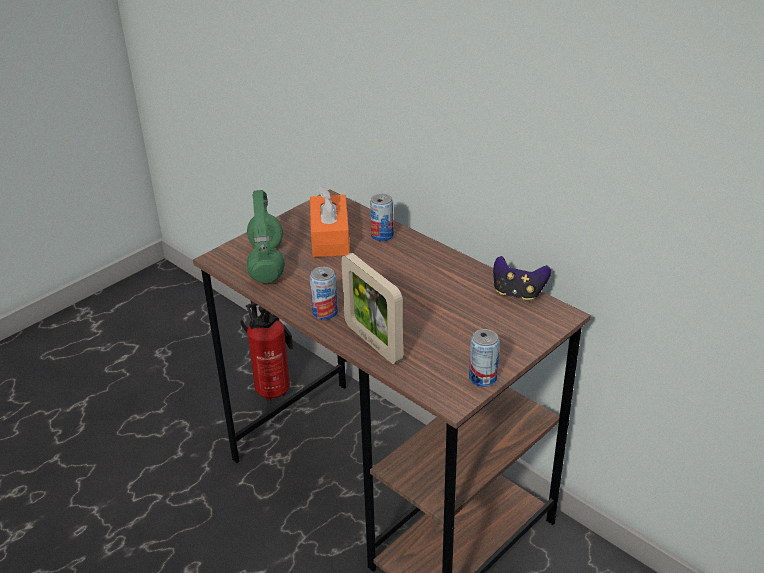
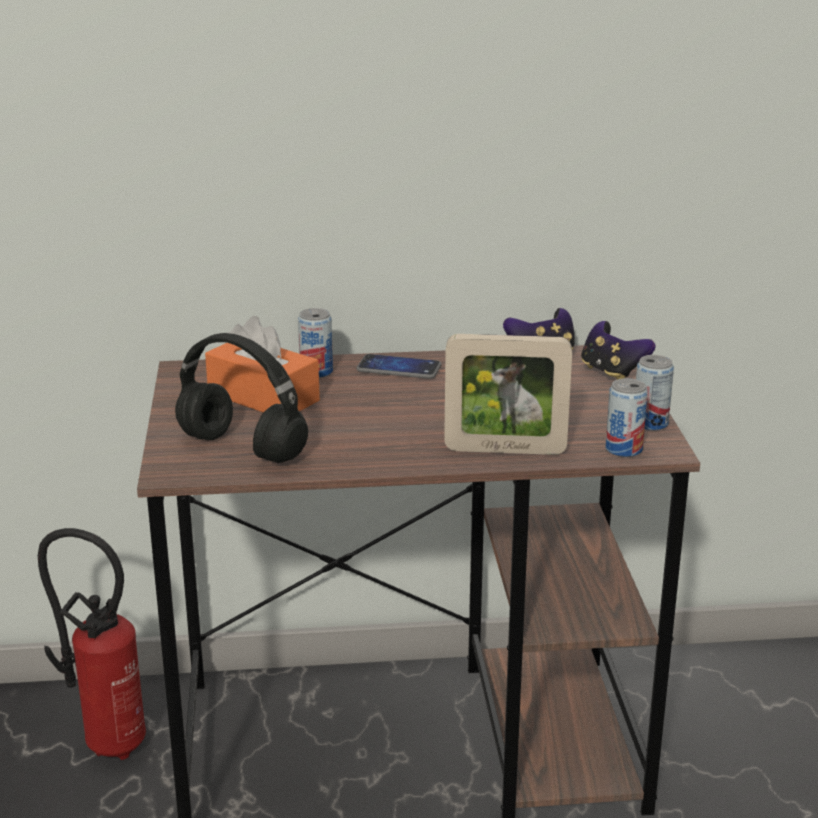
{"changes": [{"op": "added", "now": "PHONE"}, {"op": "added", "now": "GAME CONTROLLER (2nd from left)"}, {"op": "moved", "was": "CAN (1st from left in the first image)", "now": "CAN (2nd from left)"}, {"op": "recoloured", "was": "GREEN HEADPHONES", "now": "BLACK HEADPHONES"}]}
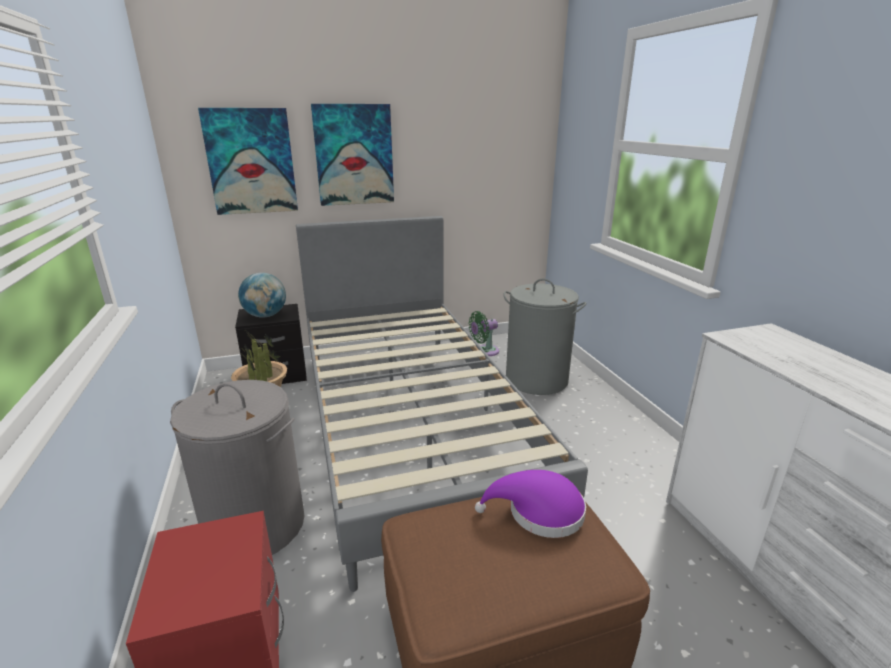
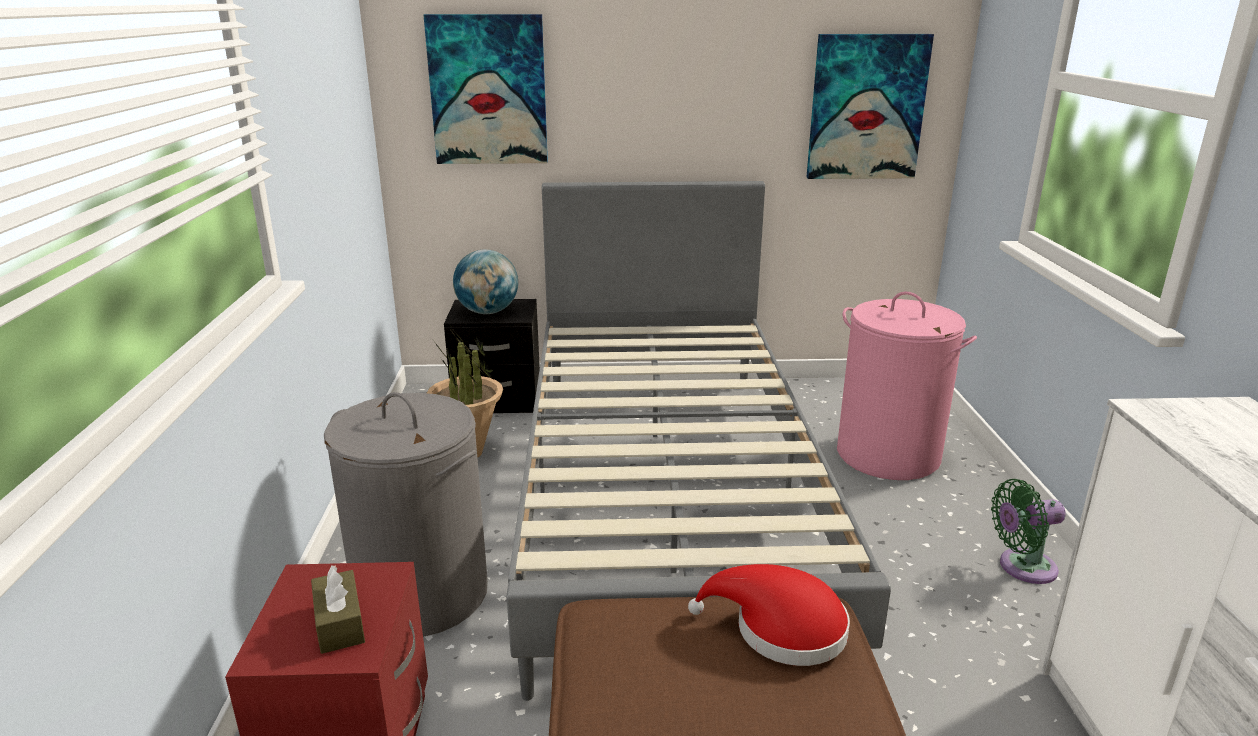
{"changes": [{"op": "added", "now": "BROWN TISSUE BOX"}, {"op": "moved", "was": "PICTURE (2nd from left)"}, {"op": "moved", "was": "GREEN FAN"}, {"op": "recoloured", "was": "PURPLE HAT", "now": "RED HAT"}, {"op": "recoloured", "was": "GREY LAUNDRY BASKET (2nd from left)", "now": "PINK LAUNDRY BASKET"}]}
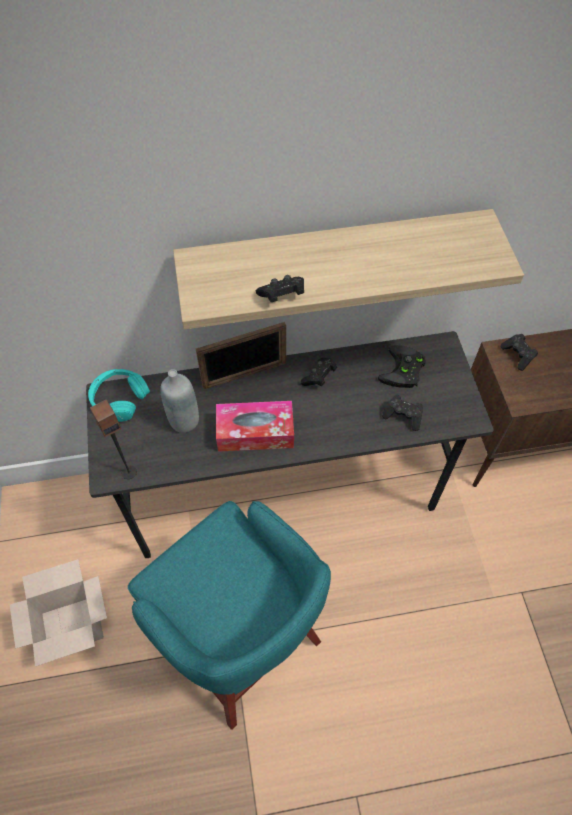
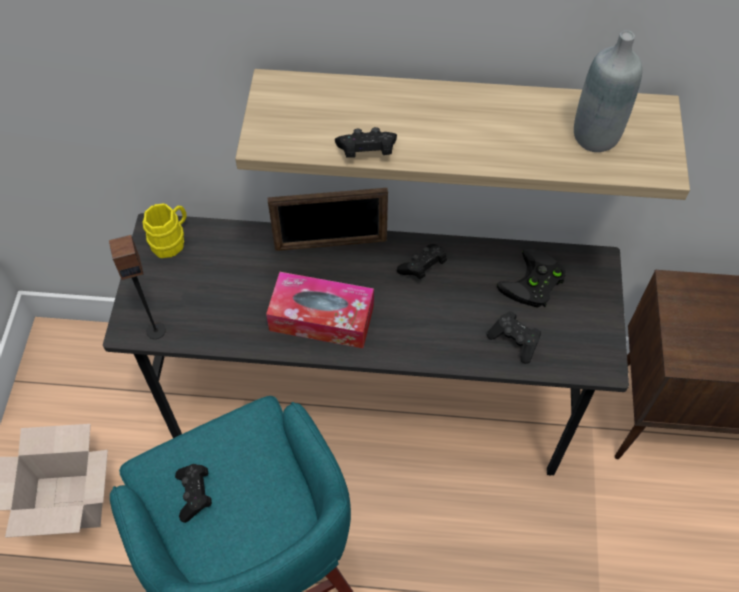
{"changes": [{"op": "moved", "was": "GREY BOTTLE"}, {"op": "moved", "was": "BLACK GAME CONTROLLER (5th from left in the first image)", "now": "BLACK GAME CONTROLLER (1st from left)"}, {"op": "replaced", "was": "TURQUOISE HEADPHONES", "now": "YELLOW MUG"}]}
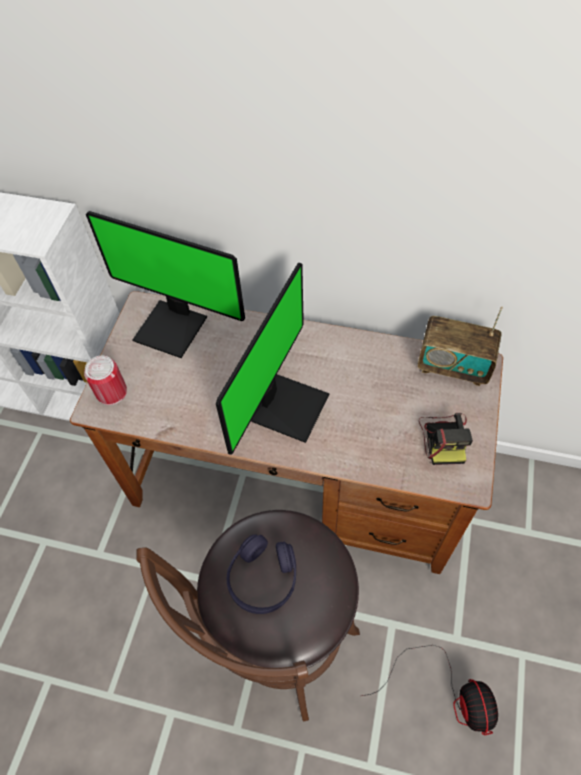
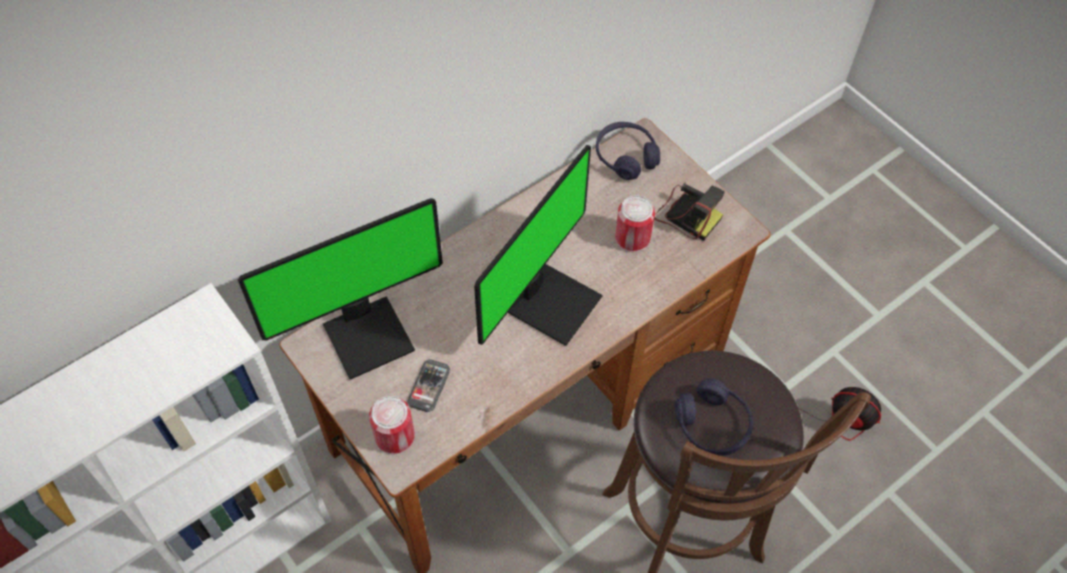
{"changes": [{"op": "added", "now": "PHONE"}, {"op": "added", "now": "CAN (2nd from left)"}, {"op": "replaced", "was": "RADIO", "now": "PURPLE HEADPHONES (1st from left)"}, {"op": "turned", "was": "MONITOR (2nd from left)", "clockwise": 60}]}
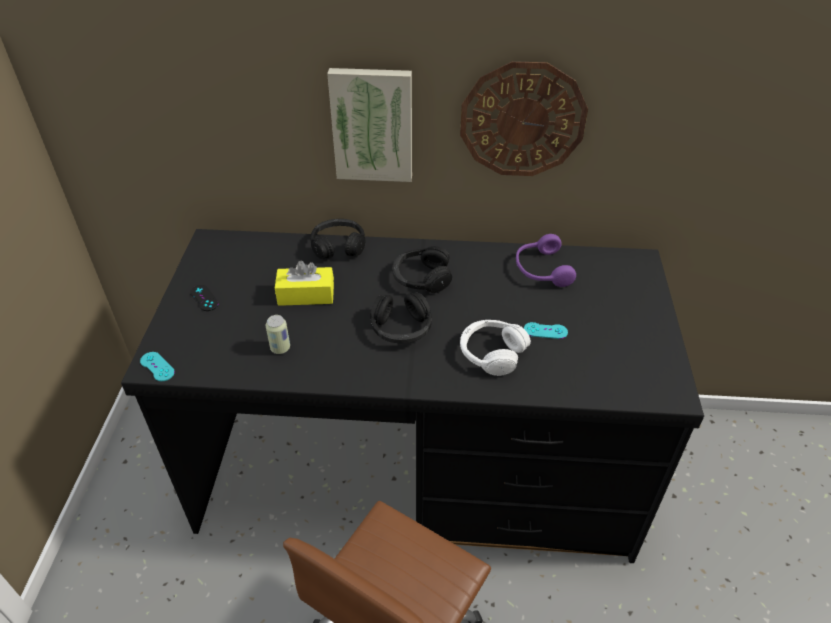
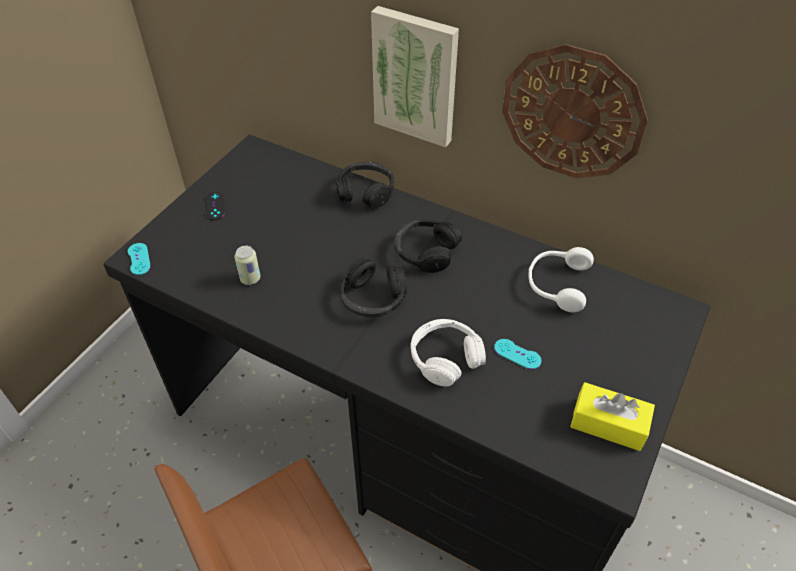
{"changes": [{"op": "moved", "was": "YELLOW TISSUE BOX"}, {"op": "recoloured", "was": "PURPLE HEADPHONES", "now": "WHITE HEADPHONES (2nd from left)"}]}
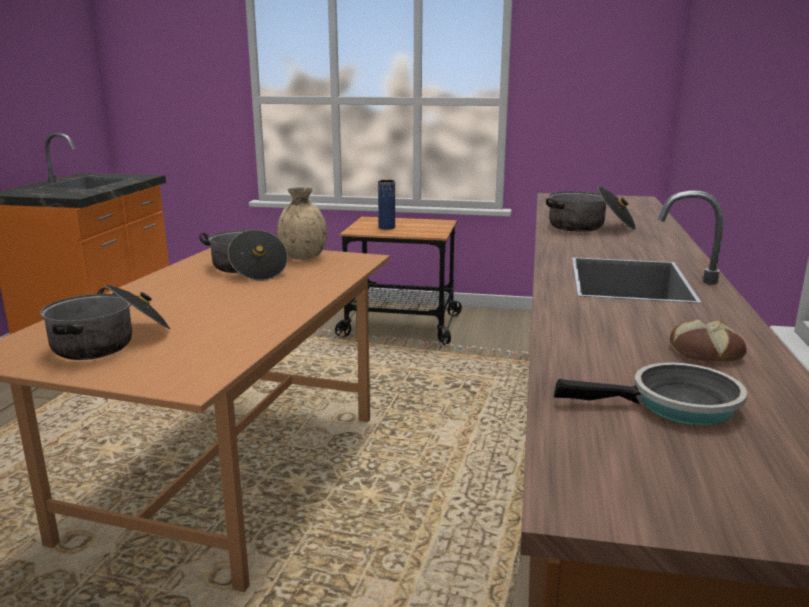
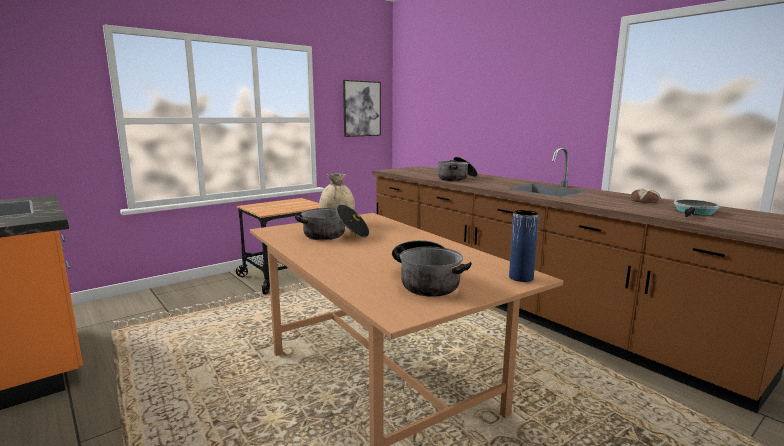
{"changes": [{"op": "added", "now": "PICTURE"}, {"op": "moved", "was": "BLUE VASE"}]}
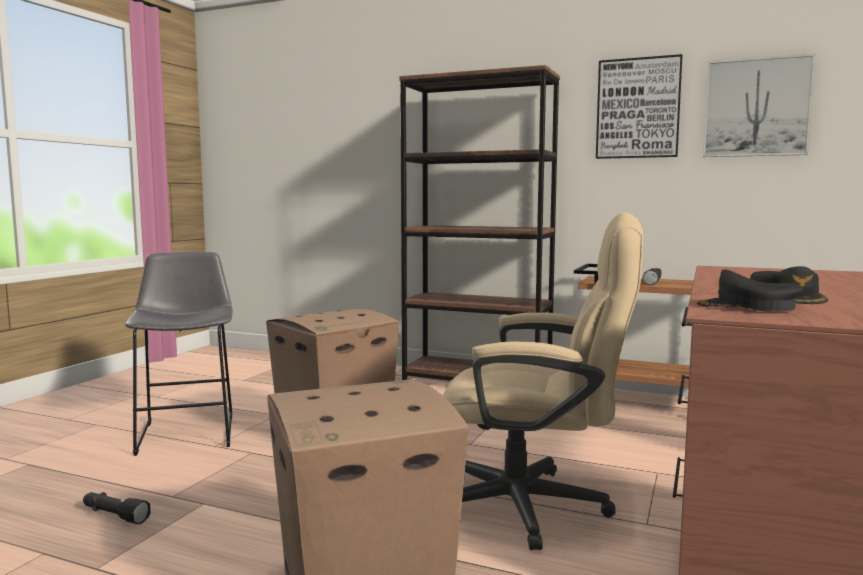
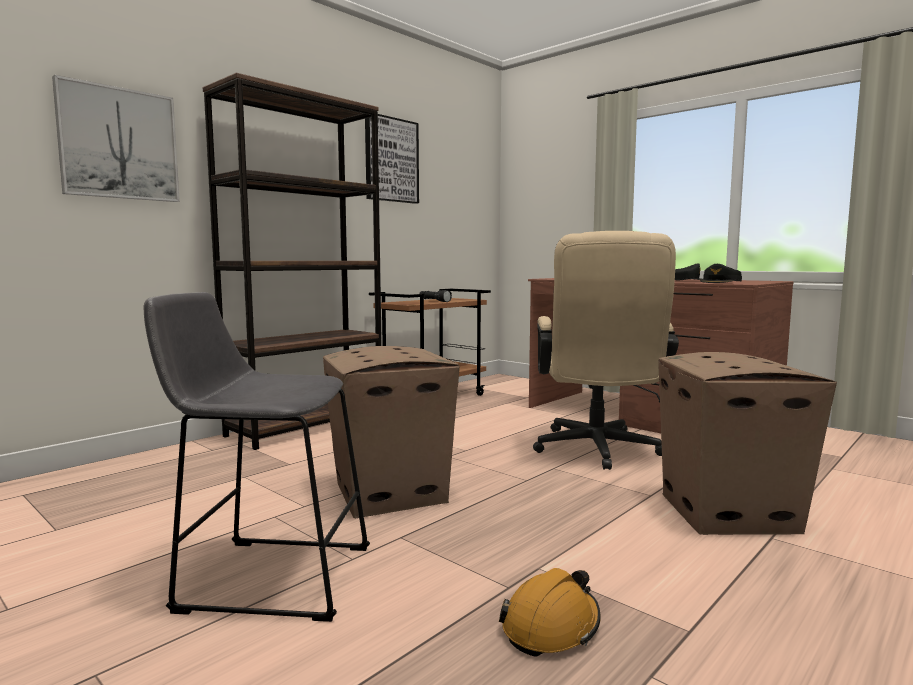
{"changes": [{"op": "moved", "was": "PICTURE (2nd from left in the first image)", "now": "PICTURE (1st from left)"}, {"op": "replaced", "was": "BLACK FLASHLIGHT (1st from left)", "now": "ORANGE HARD HAT"}, {"op": "turned", "was": "BEIGE OFFICE CHAIR", "clockwise": 150}]}
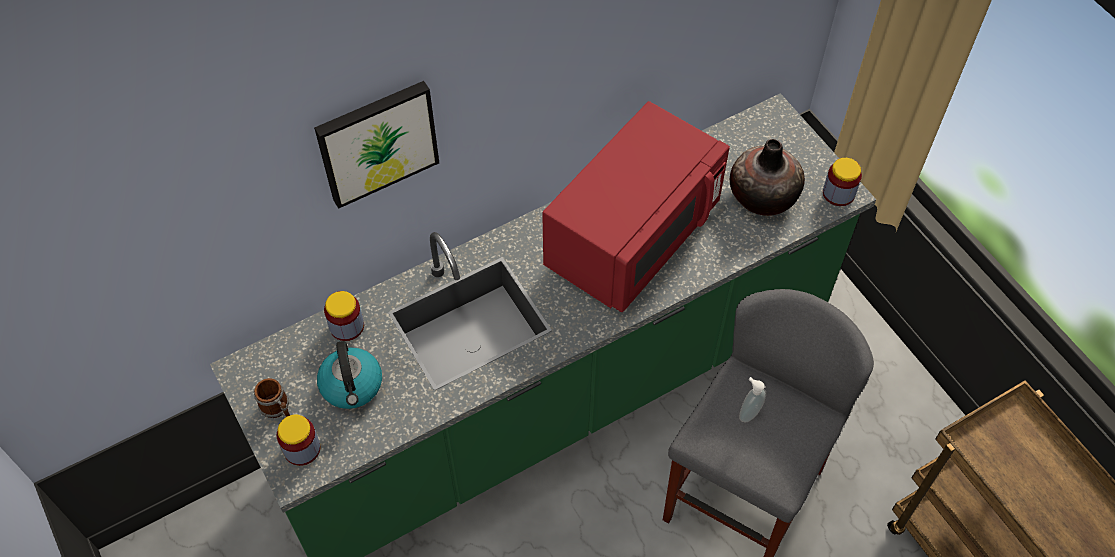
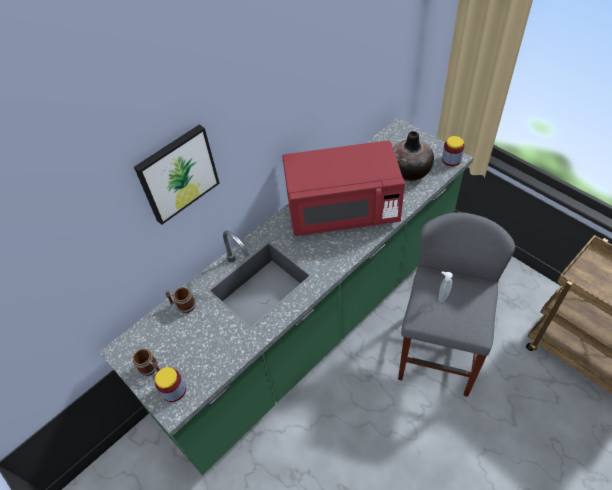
{"changes": [{"op": "removed", "was": "KETTLE"}, {"op": "replaced", "was": "JAR (2nd from left)", "now": "MUG (2nd from left)"}, {"op": "turned", "was": "RED MICROWAVE", "clockwise": 60}]}
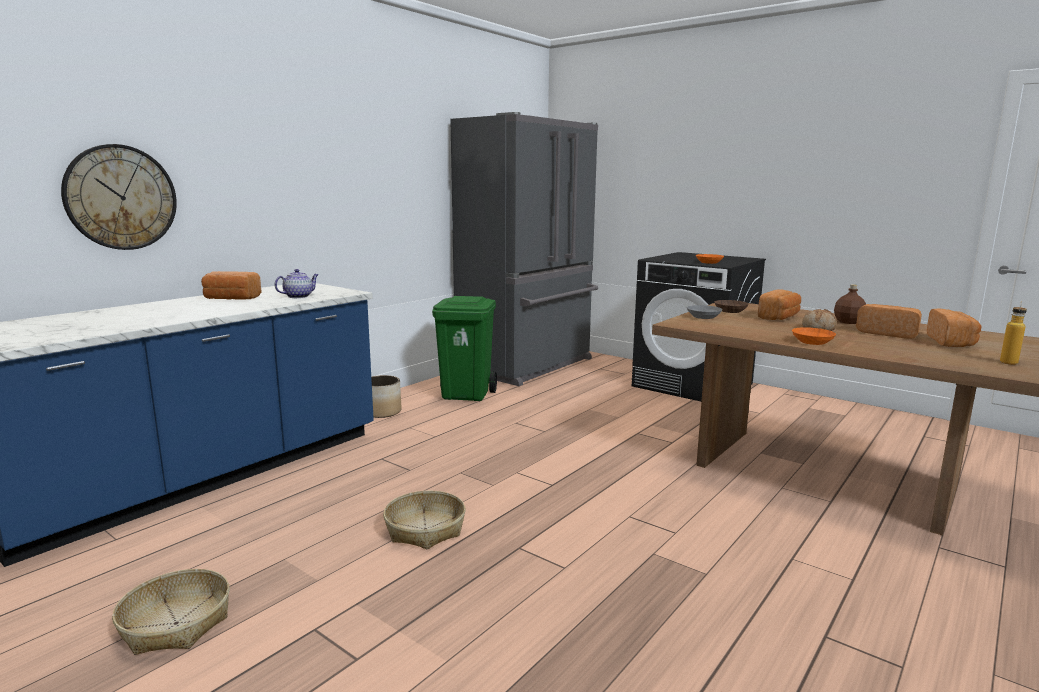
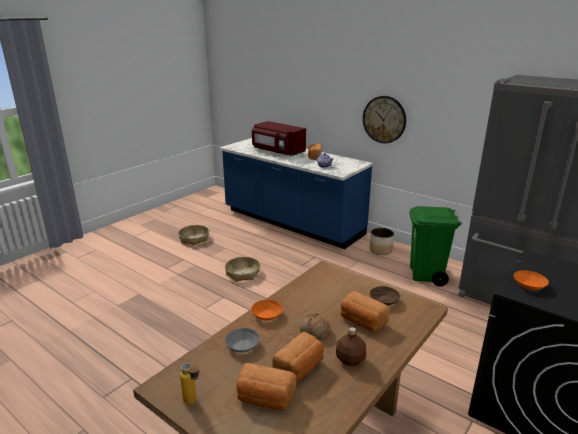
{"changes": [{"op": "added", "now": "RED MICROWAVE"}, {"op": "moved", "was": "WALL CLOCK"}, {"op": "moved", "was": "GREY BOWL"}]}
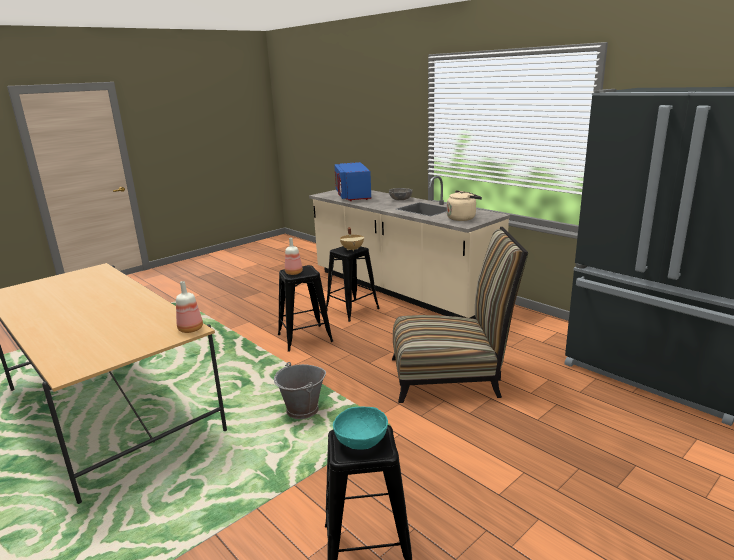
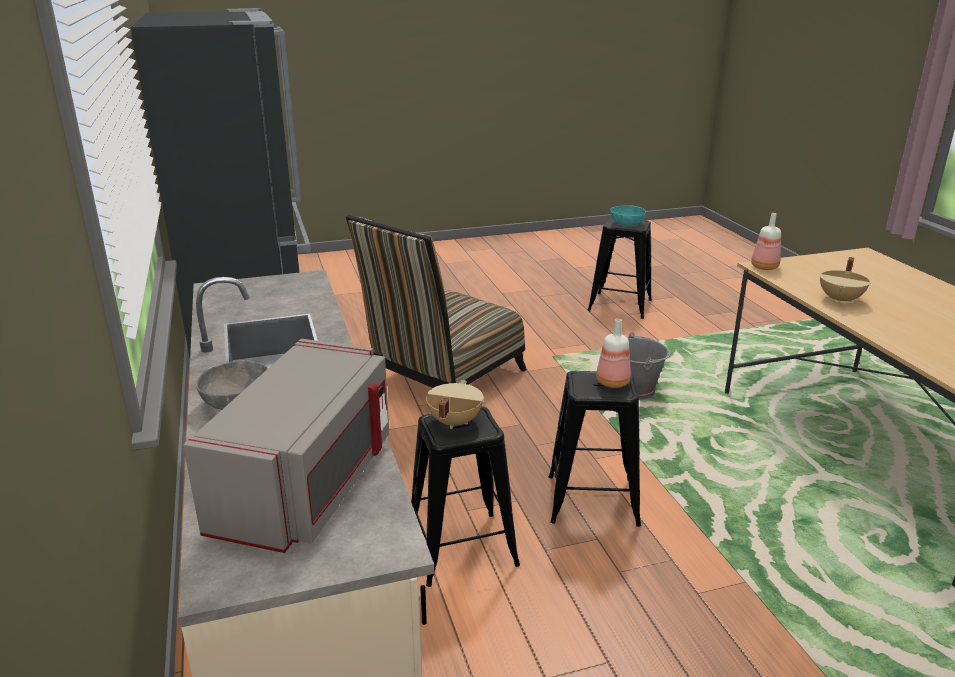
{"changes": [{"op": "removed", "was": "BEIGE KETTLE"}, {"op": "added", "now": "BEIGE COOKING POT (2nd from left)"}, {"op": "recoloured", "was": "BLUE MICROWAVE", "now": "GREY MICROWAVE"}, {"op": "turned", "was": "CHAIR", "clockwise": -75}]}
